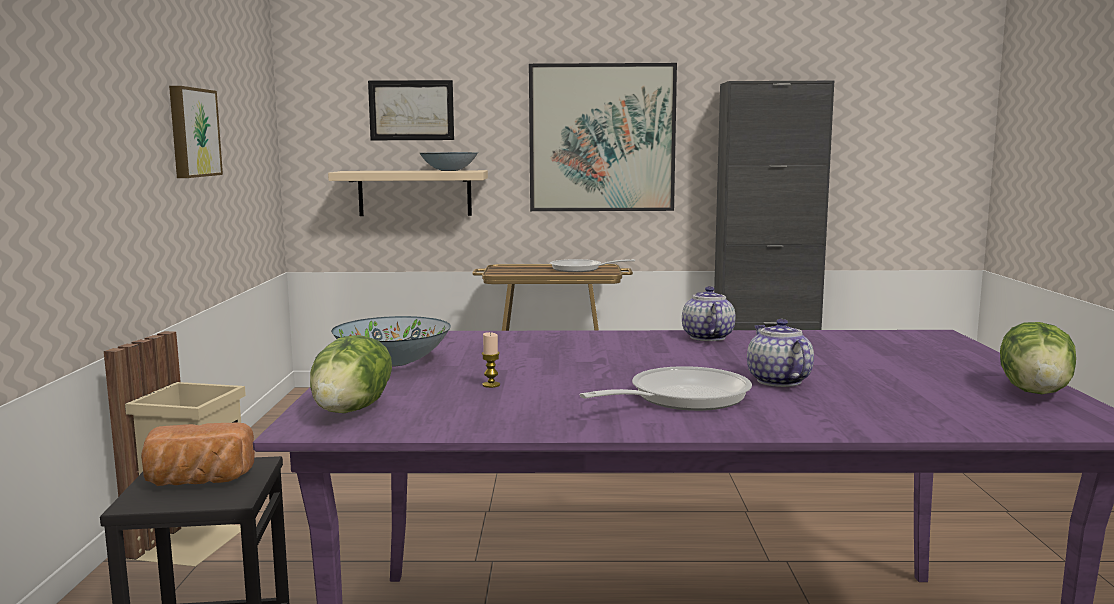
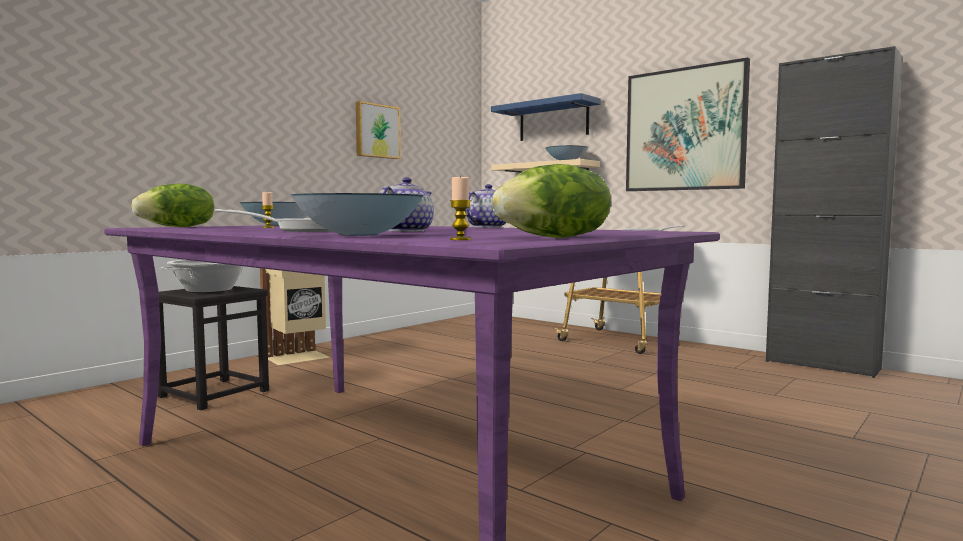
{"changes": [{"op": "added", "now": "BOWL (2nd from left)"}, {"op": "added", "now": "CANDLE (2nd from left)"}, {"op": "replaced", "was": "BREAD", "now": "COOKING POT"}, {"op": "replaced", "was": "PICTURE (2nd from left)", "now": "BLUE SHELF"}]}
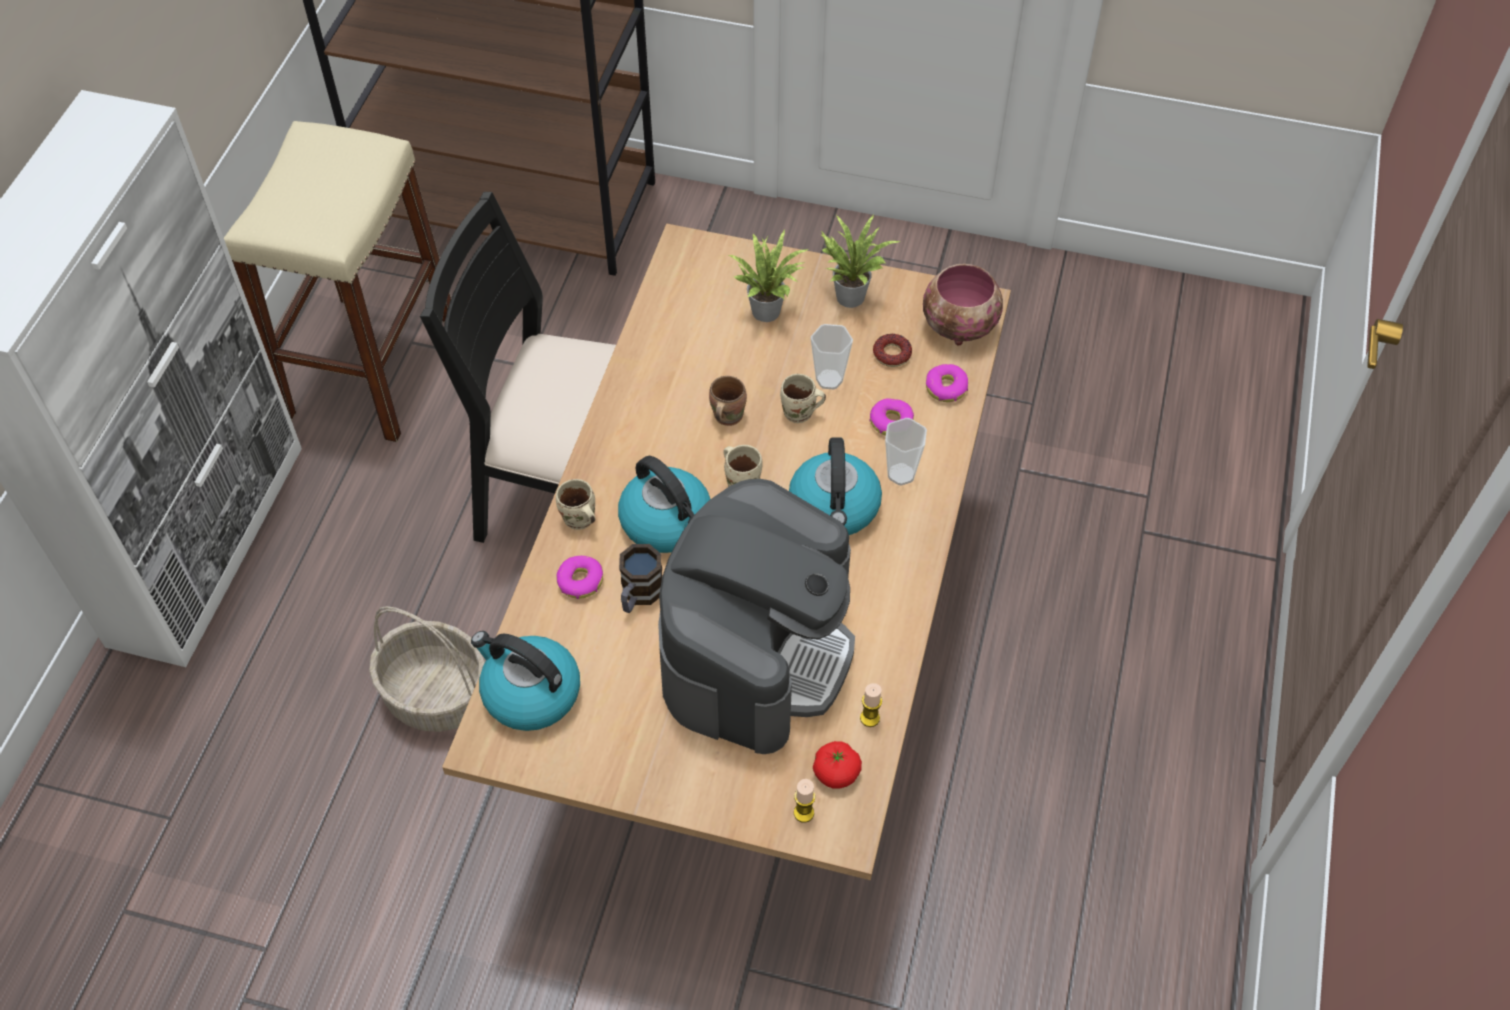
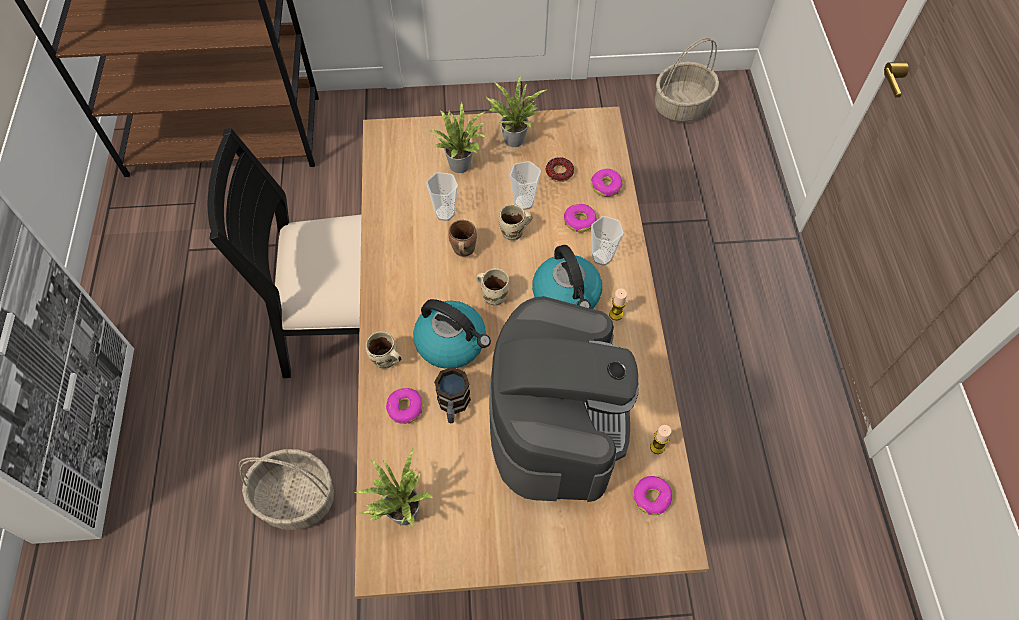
{"changes": [{"op": "removed", "was": "BEIGE STOOL"}, {"op": "removed", "was": "BOWL"}, {"op": "added", "now": "CUP (1st from left)"}, {"op": "added", "now": "BASKET (2nd from left)"}, {"op": "moved", "was": "CANDLE (1st from left)"}, {"op": "replaced", "was": "KETTLE (1st from left)", "now": "POTTED PLANT (1st from left)"}, {"op": "replaced", "was": "TOMATO", "now": "DONUT (5th from left)"}]}
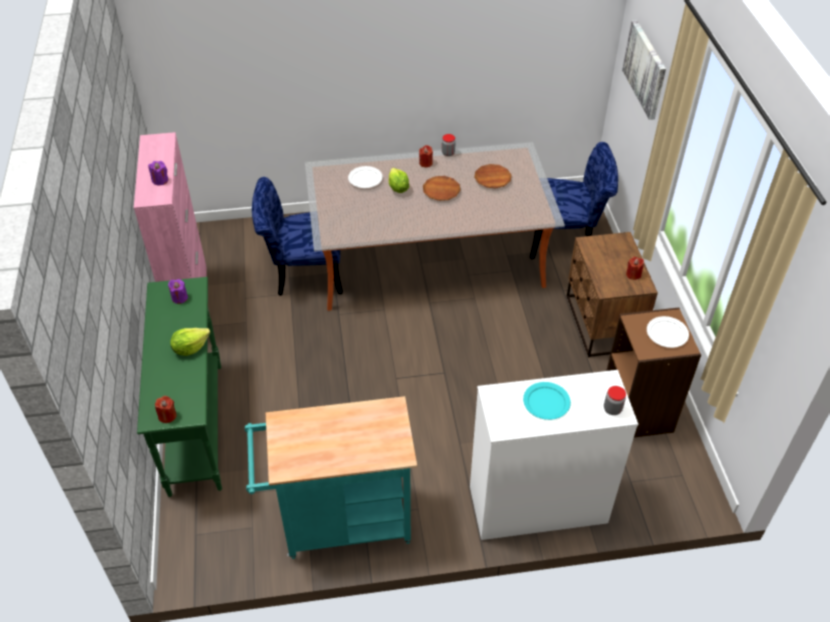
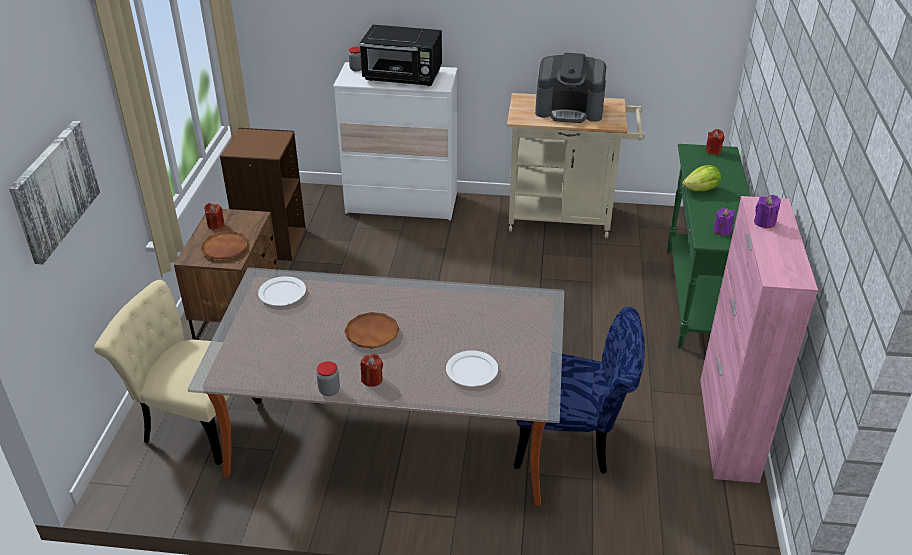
{"changes": [{"op": "removed", "was": "LETTUCE (2nd from left)"}, {"op": "added", "now": "COFFEE MACHINE"}, {"op": "moved", "was": "BROWN PLATE (2nd from left in the first image)", "now": "BROWN PLATE (1st from left)"}, {"op": "moved", "was": "WHITE PLATE (2nd from left in the first image)", "now": "WHITE PLATE (1st from left)"}, {"op": "replaced", "was": "TURQUOISE PLATE", "now": "BLACK MICROWAVE"}, {"op": "recoloured", "was": "TURQUOISE CART", "now": "BEIGE CART"}, {"op": "recoloured", "was": "BLUE CHAIR (2nd from left)", "now": "BEIGE CHAIR"}]}
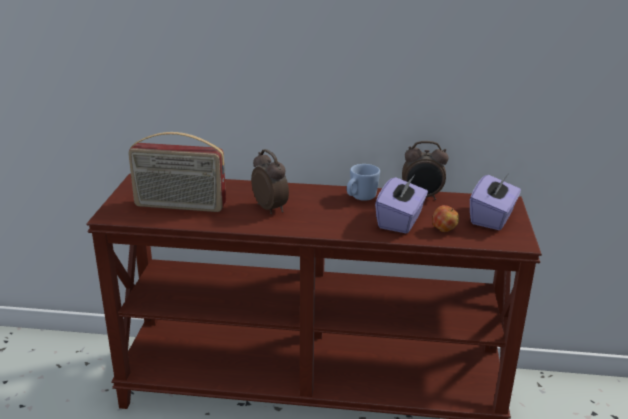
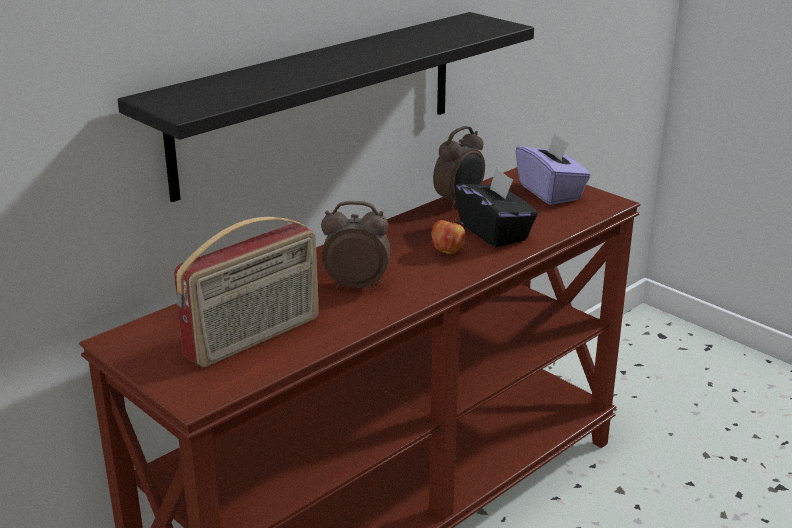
{"changes": [{"op": "removed", "was": "BLUE MUG"}, {"op": "added", "now": "BLACK SHELF"}, {"op": "moved", "was": "APPLE"}, {"op": "recoloured", "was": "PURPLE TISSUE BOX (1st from left)", "now": "BLACK TISSUE BOX"}]}
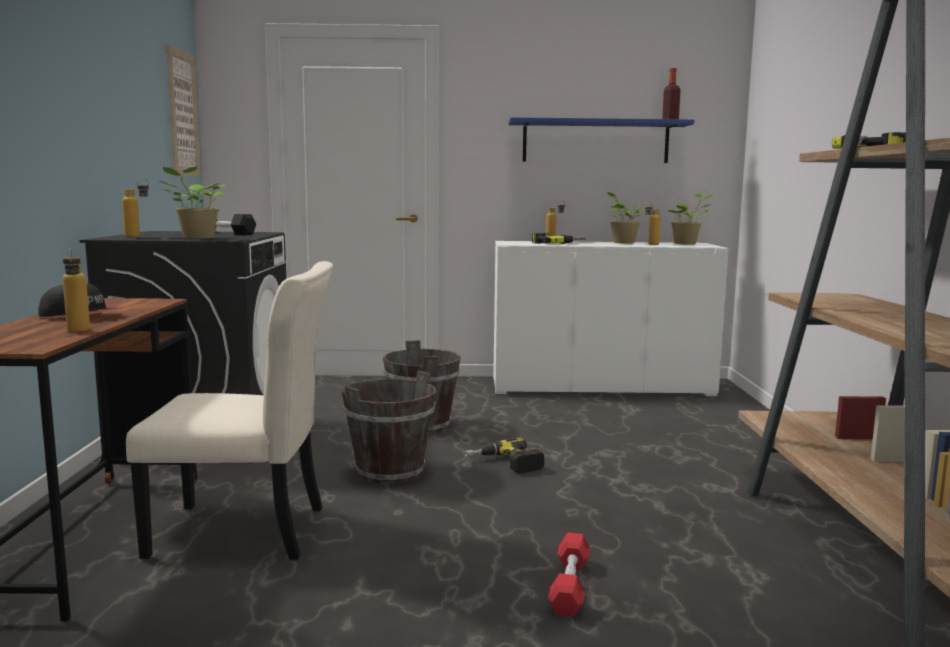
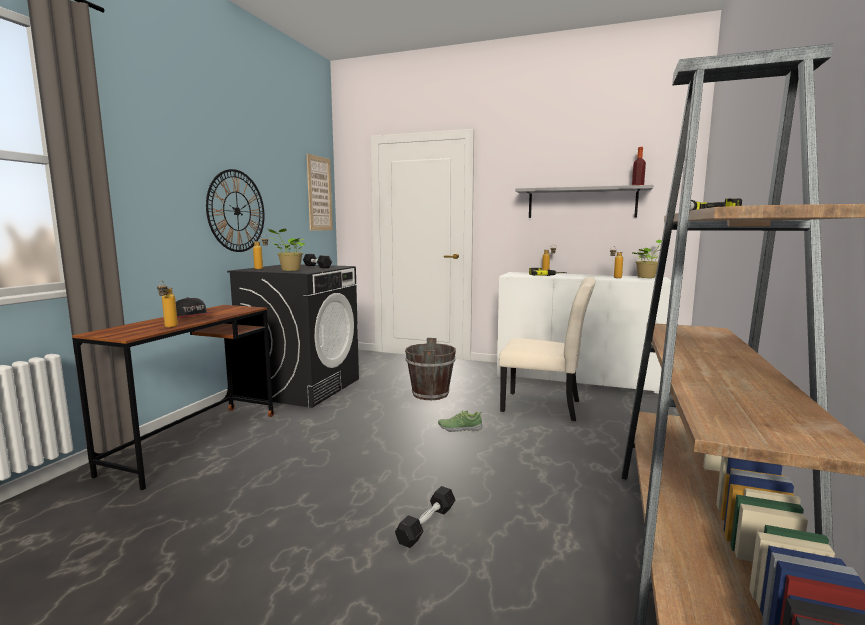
{"changes": [{"op": "removed", "was": "BROWN BUCKET (1st from left)"}, {"op": "removed", "was": "POTTED PLANT (2nd from left)"}, {"op": "added", "now": "WALL CLOCK"}, {"op": "moved", "was": "BEIGE CHAIR"}, {"op": "replaced", "was": "POWER DRILL (1st from left)", "now": "SHOE"}, {"op": "recoloured", "was": "BLUE SHELF", "now": "GREY SHELF"}, {"op": "recoloured", "was": "RED DUMBBELL", "now": "BLACK DUMBBELL (2nd from left)"}]}
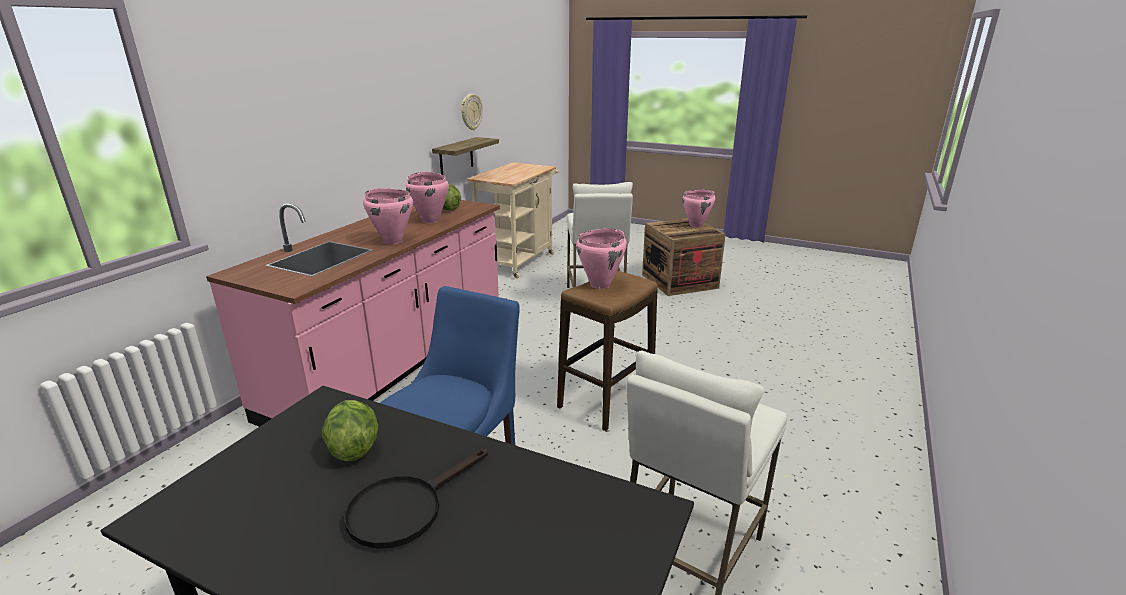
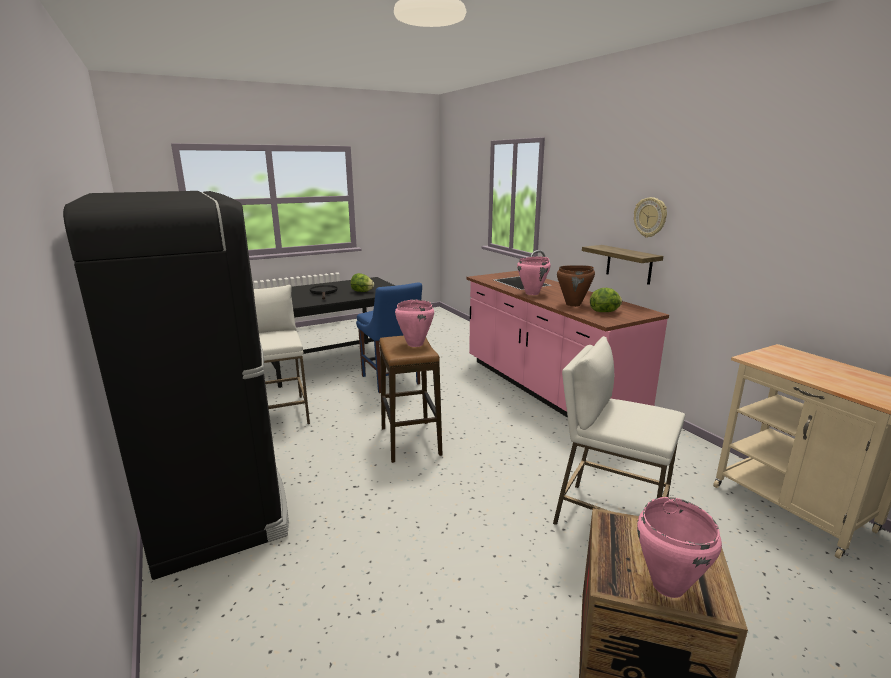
{"changes": [{"op": "added", "now": "BLACK FRIDGE"}, {"op": "moved", "was": "SHELF"}, {"op": "moved", "was": "WALL CLOCK"}, {"op": "recoloured", "was": "PINK COOKING POT (2nd from left)", "now": "BROWN COOKING POT"}]}
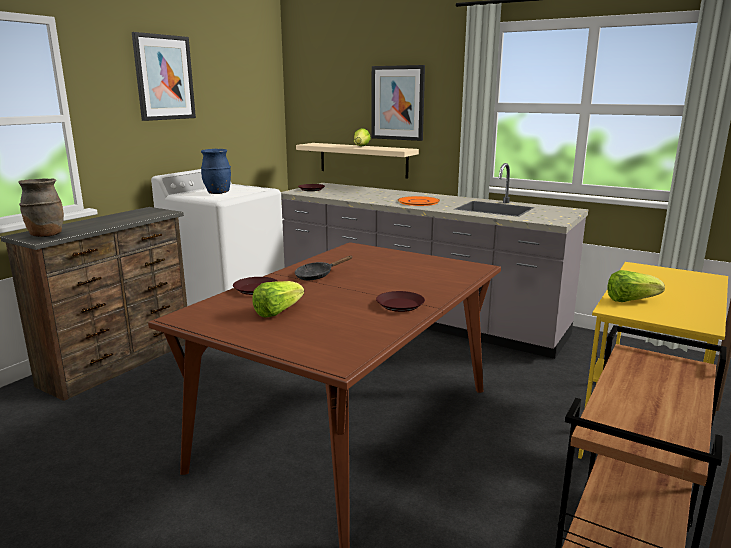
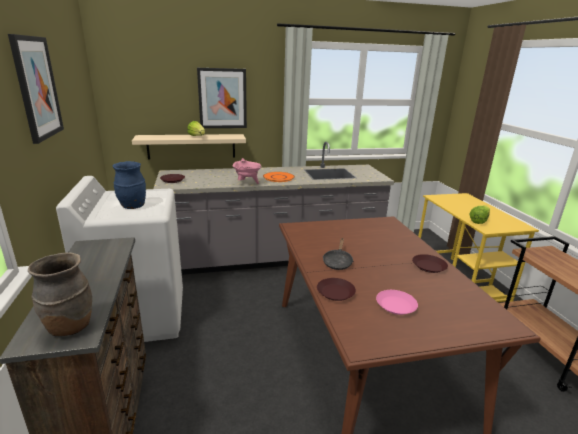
{"changes": [{"op": "added", "now": "PINK COOKING POT"}, {"op": "replaced", "was": "LETTUCE (1st from left)", "now": "PINK PLATE"}]}
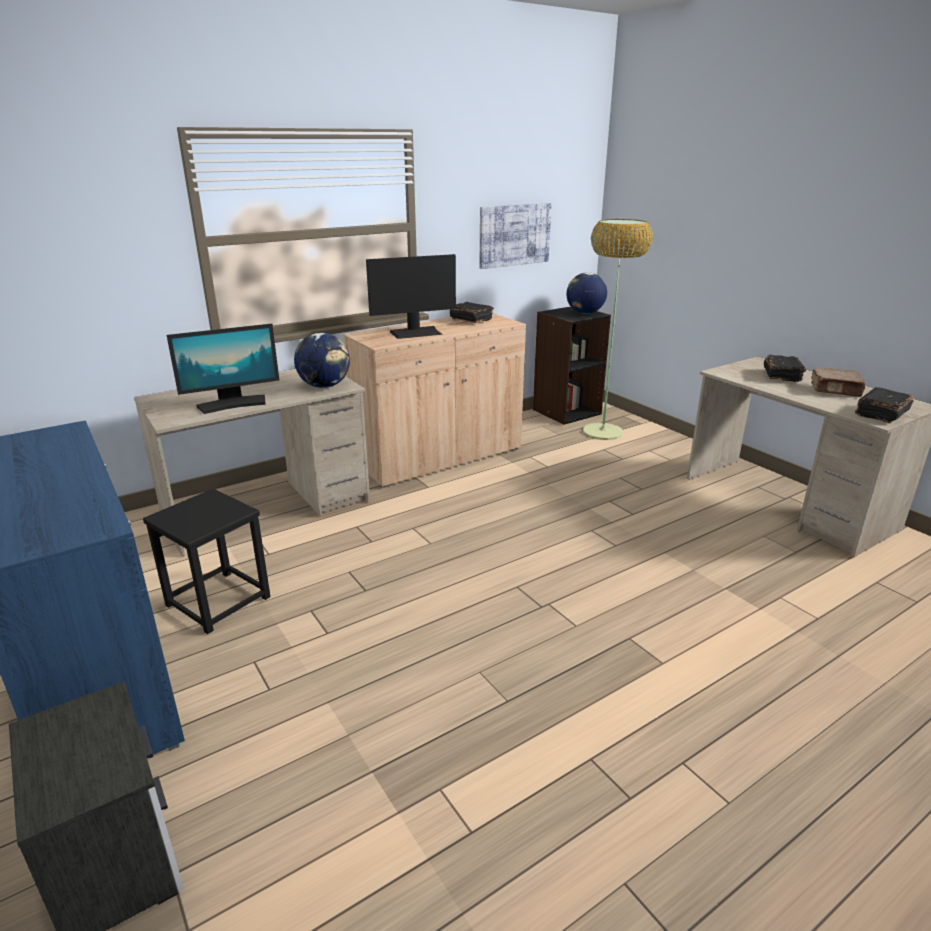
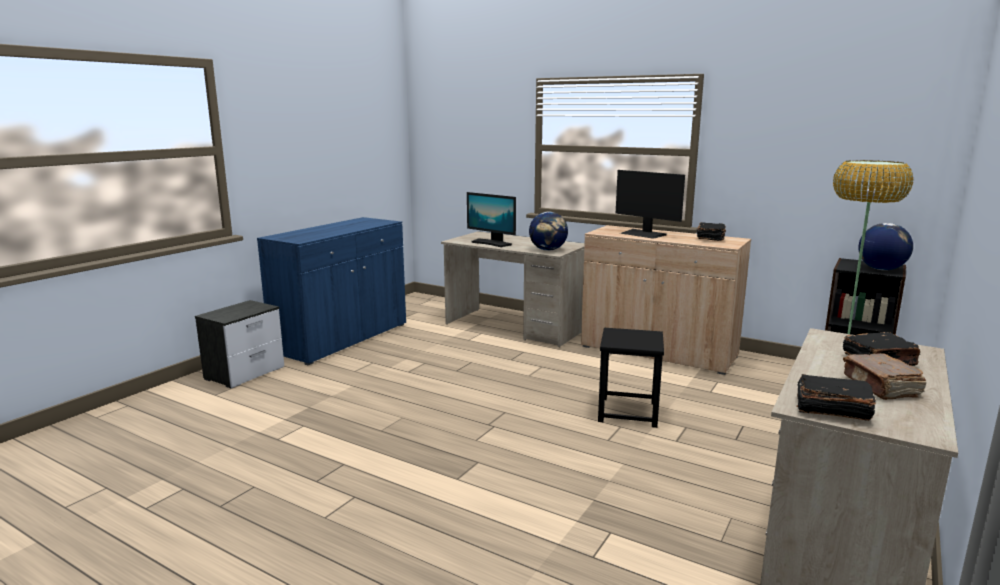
{"changes": [{"op": "removed", "was": "PICTURE"}, {"op": "moved", "was": "BLACK STOOL"}]}
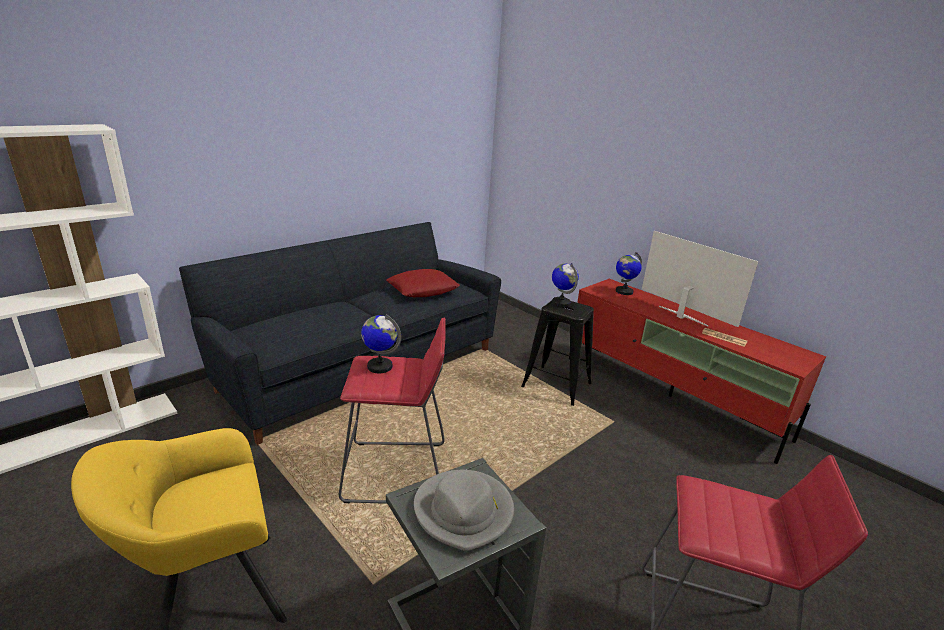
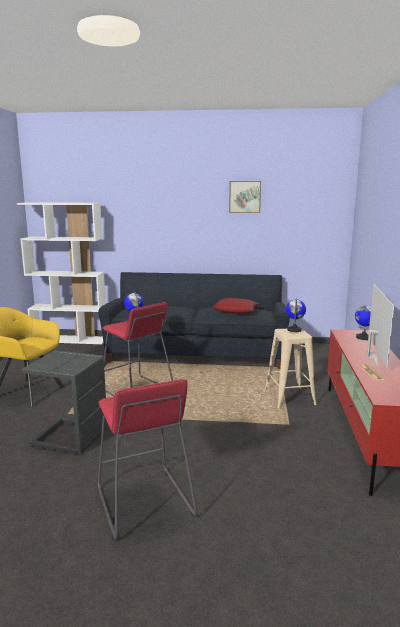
{"changes": [{"op": "removed", "was": "GREY HAT"}, {"op": "added", "now": "PICTURE"}, {"op": "recoloured", "was": "BLACK STOOL", "now": "BEIGE STOOL"}]}
